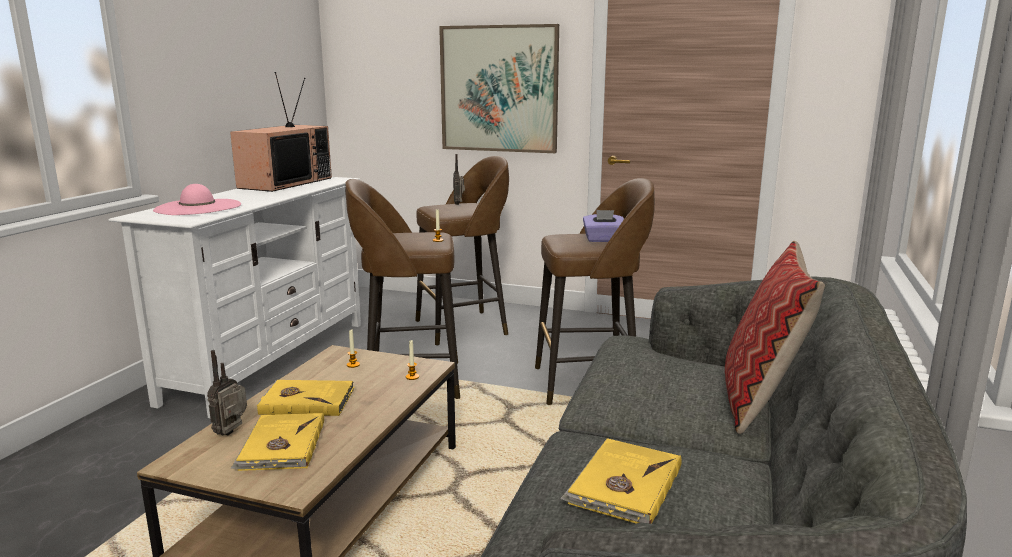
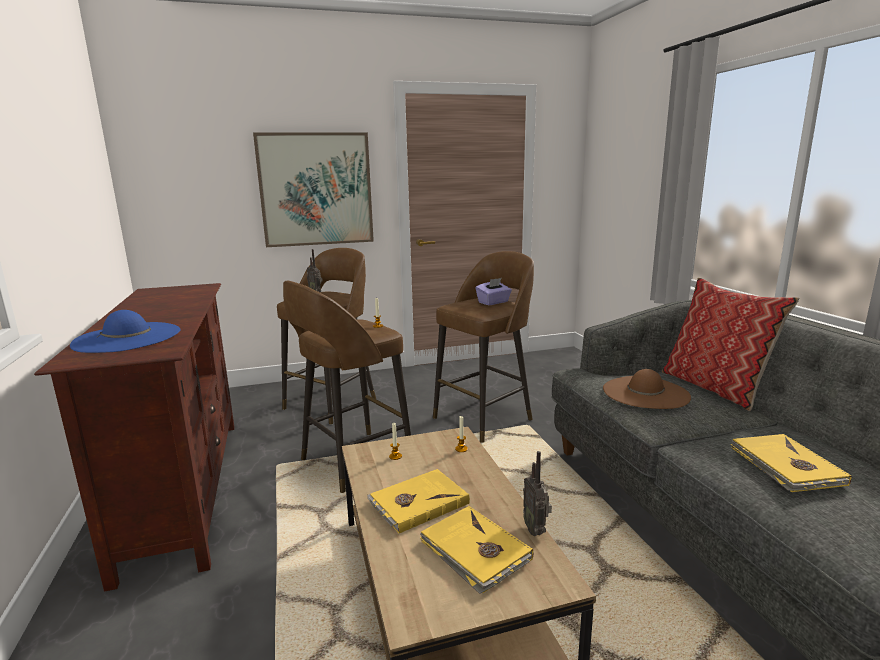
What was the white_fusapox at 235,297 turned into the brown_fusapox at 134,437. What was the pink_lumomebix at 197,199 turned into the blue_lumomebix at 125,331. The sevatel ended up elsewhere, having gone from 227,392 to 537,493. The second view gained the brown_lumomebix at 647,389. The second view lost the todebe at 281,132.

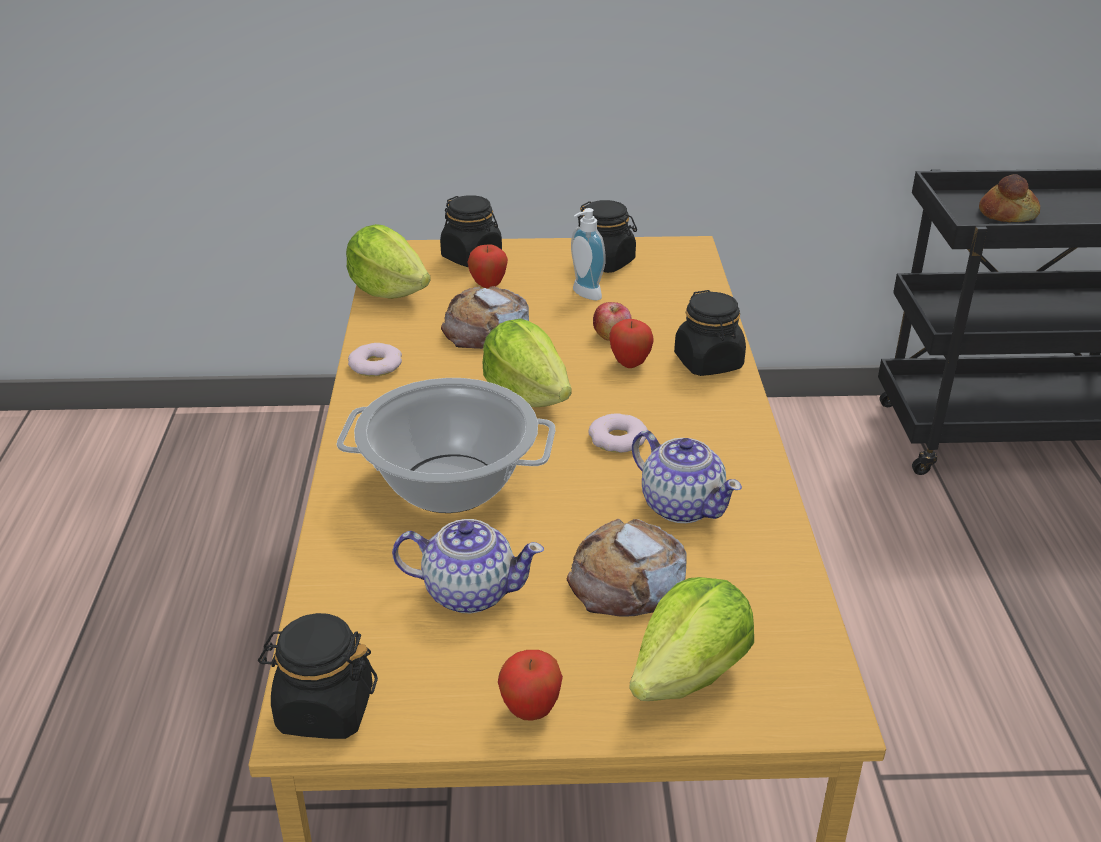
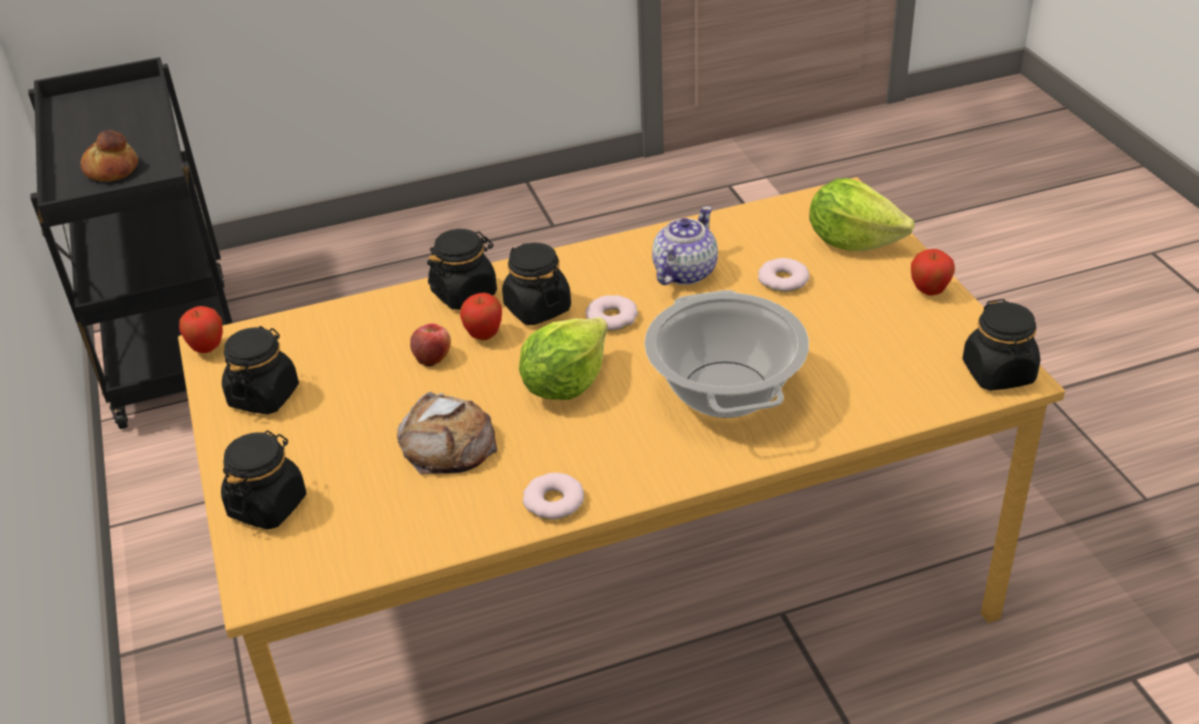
The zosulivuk ended up elsewhere, having gone from 487,266 to 201,329. The second view gained the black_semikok at 536,284. Where the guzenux stood at 627,568, the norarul came to stand at 783,275. The second view lost the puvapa at 388,261. The second view lost the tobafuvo at 468,566. The second view lost the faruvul at 588,254.

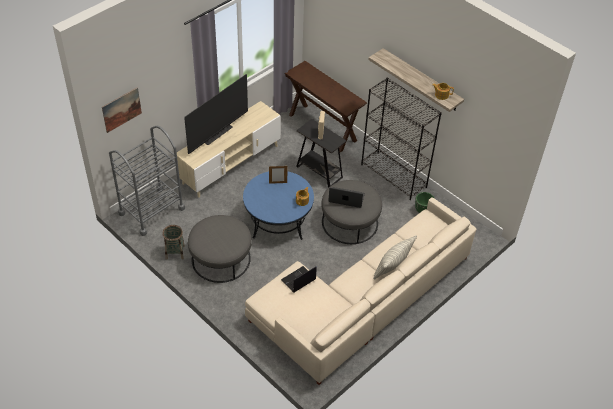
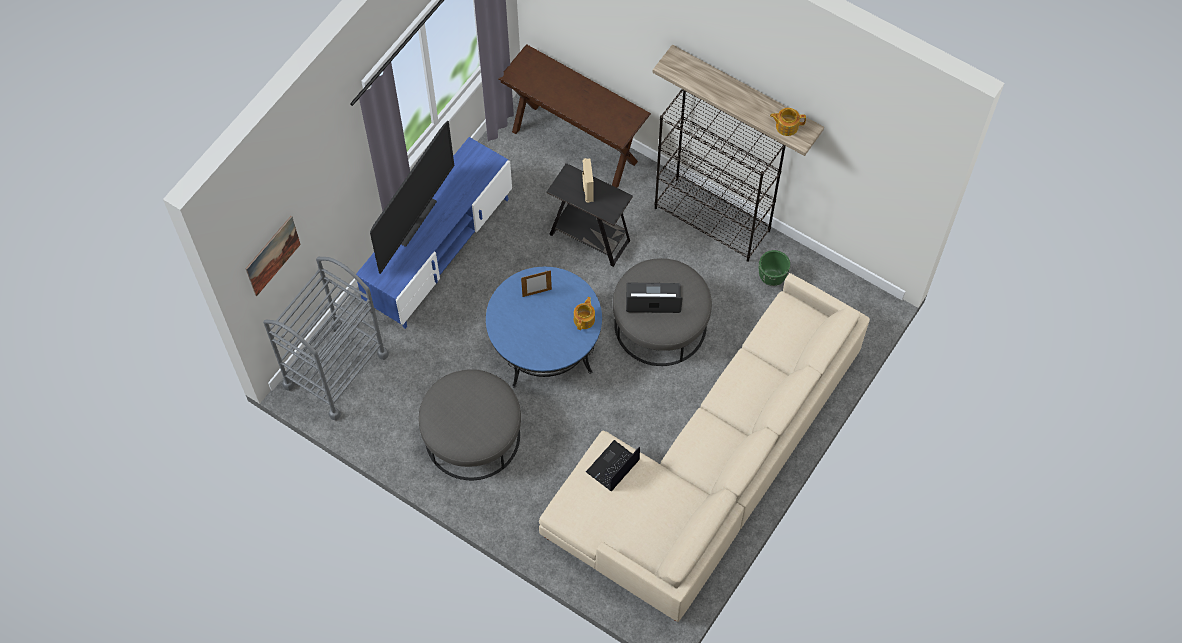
What was the beige_fusapox at 229,149 turned into the blue_fusapox at 434,233. The second view lost the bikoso at 173,242. The second view lost the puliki at 395,257.

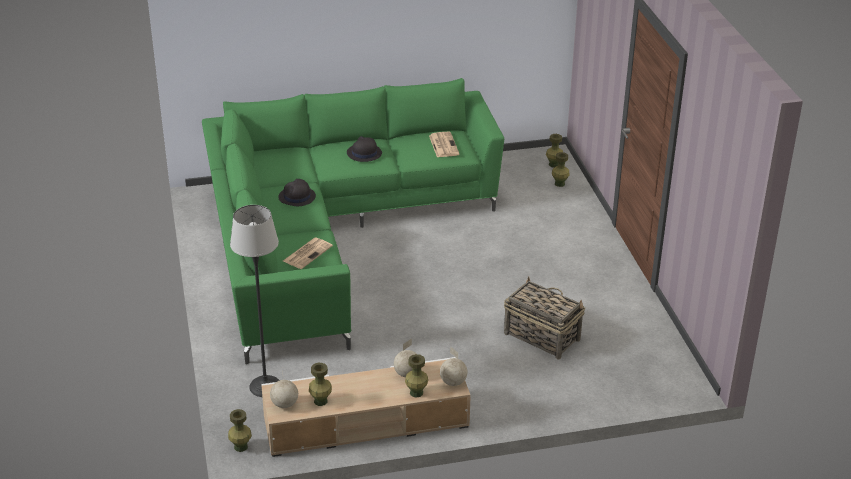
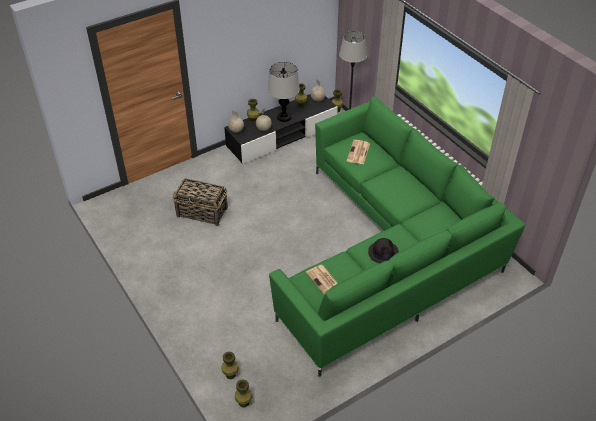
What was the beige_fusapox at 366,407 turned into the black_fusapox at 281,129. The second view gained the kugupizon at 284,92. The second view lost the black_lumomebix at 297,192.

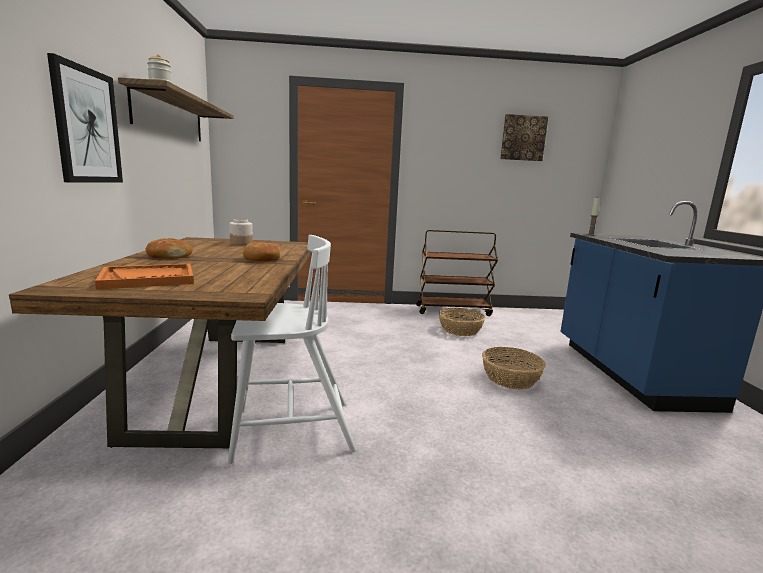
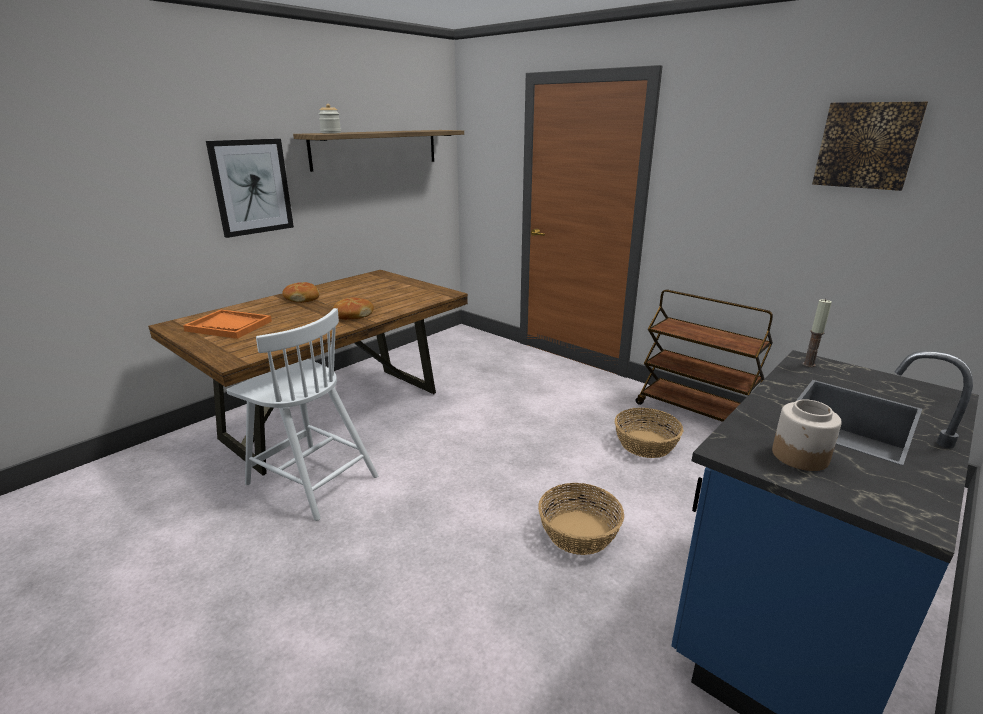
The semikok ended up elsewhere, having gone from 241,232 to 807,435.

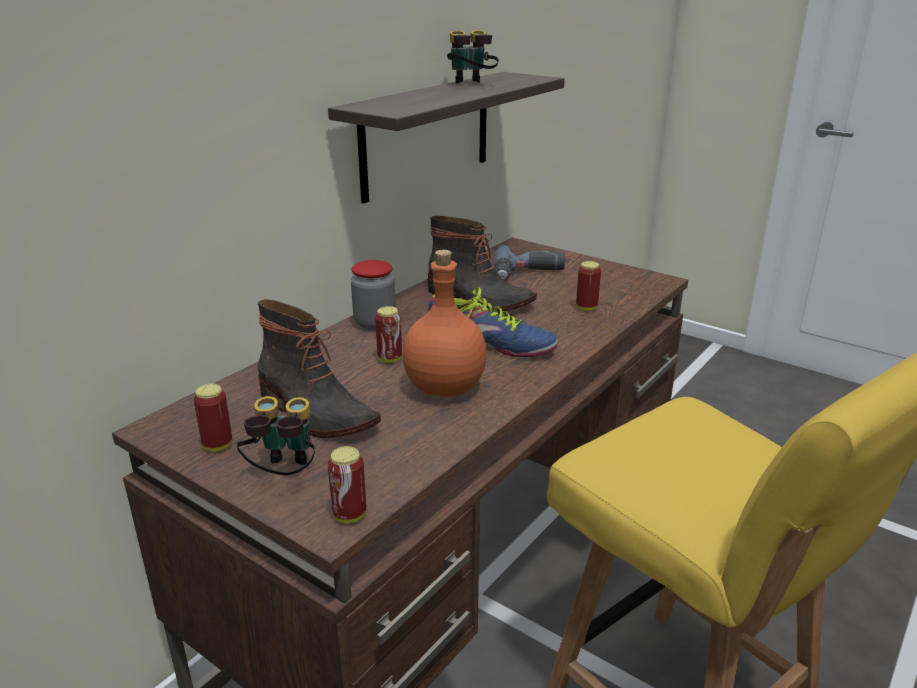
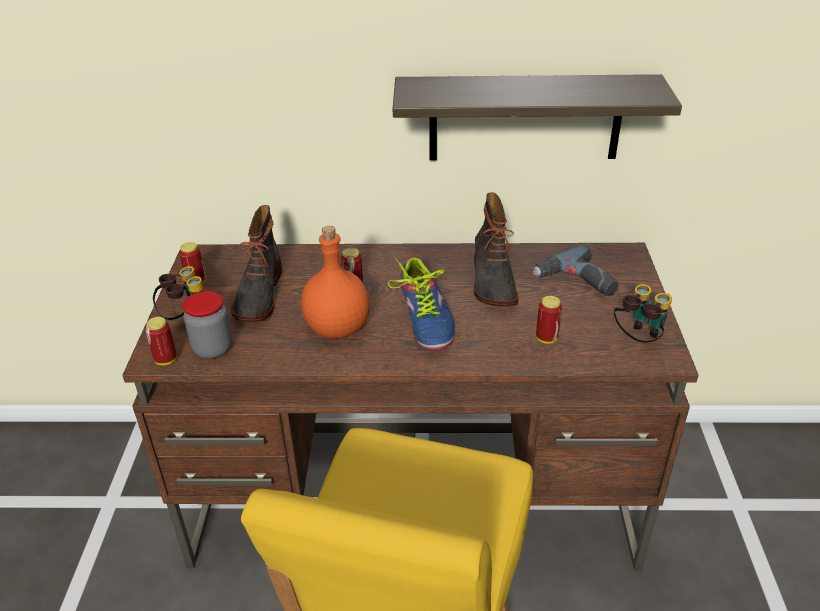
The semikok ended up elsewhere, having gone from 373,295 to 207,325. The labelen ended up elsewhere, having gone from 473,57 to 643,313.

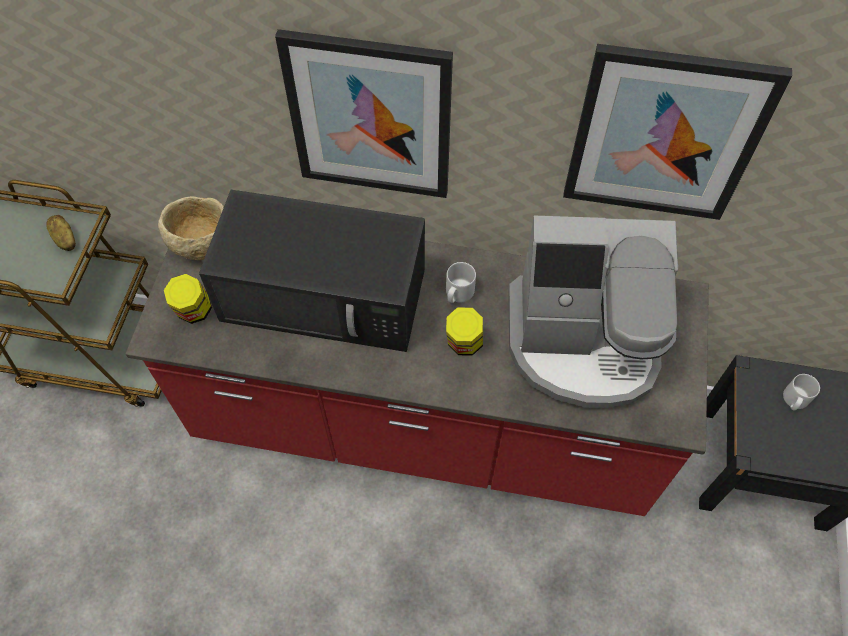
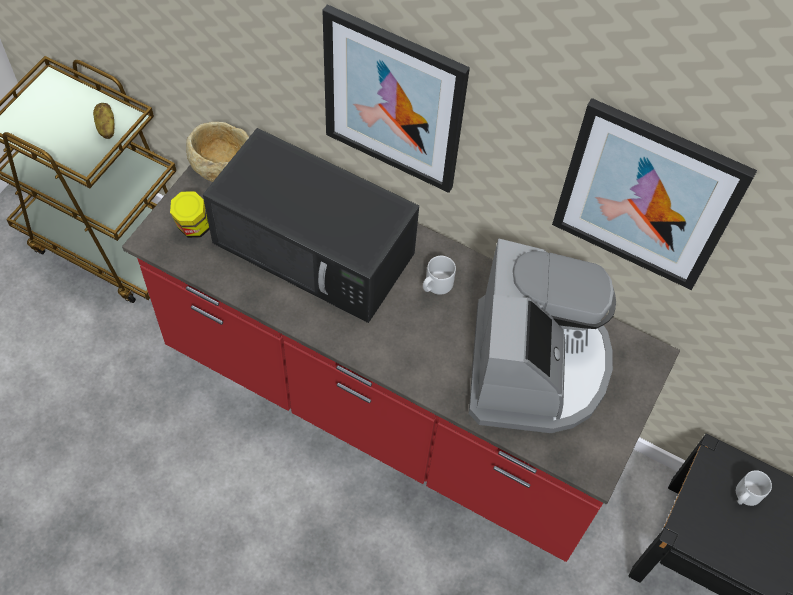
The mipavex at 593,312 ended up facing another way, 105 degrees counterclockwise from before. The second view lost the semikok at 464,331.

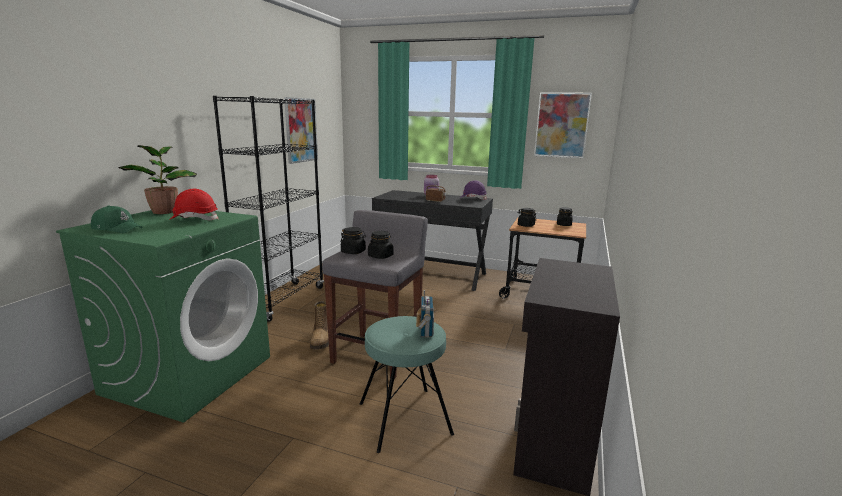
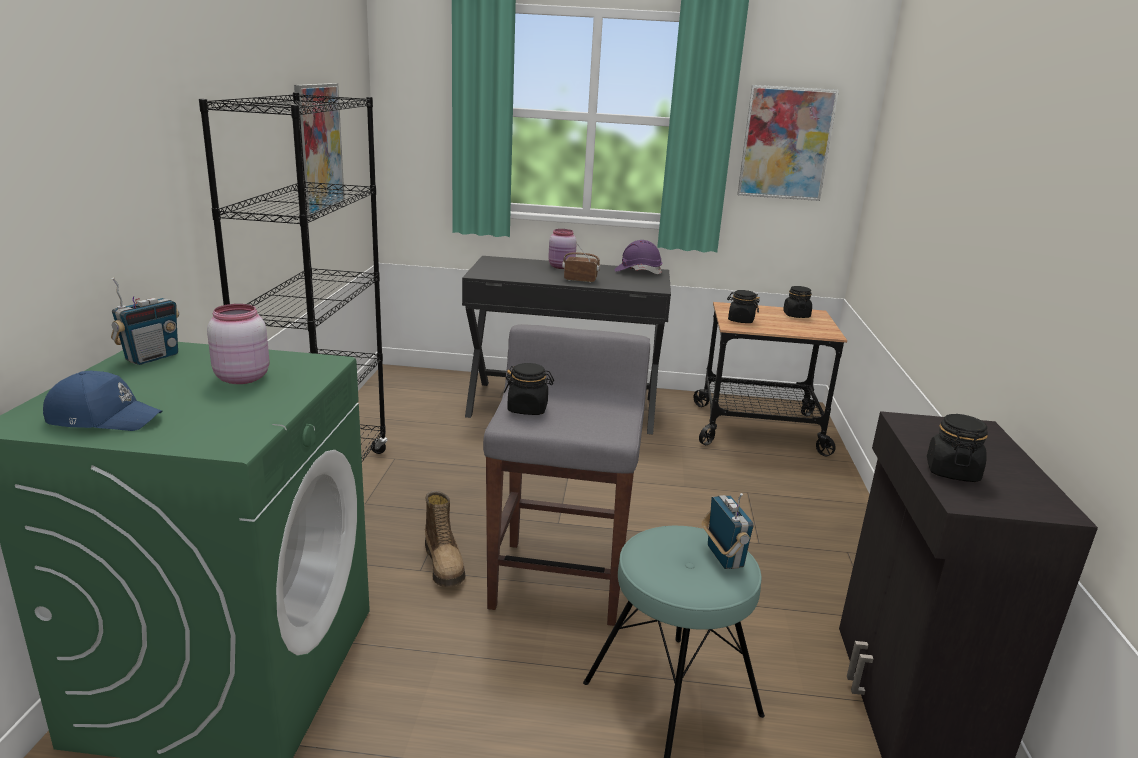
What was the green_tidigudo at 116,219 turned into the blue_tidigudo at 103,401. Where the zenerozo stood at 158,179, the sevatel came to stand at 145,321. Where the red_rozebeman stood at 193,205, the pink_semikok came to stand at 238,344. The black_semikok ended up elsewhere, having gone from 381,245 to 957,448.

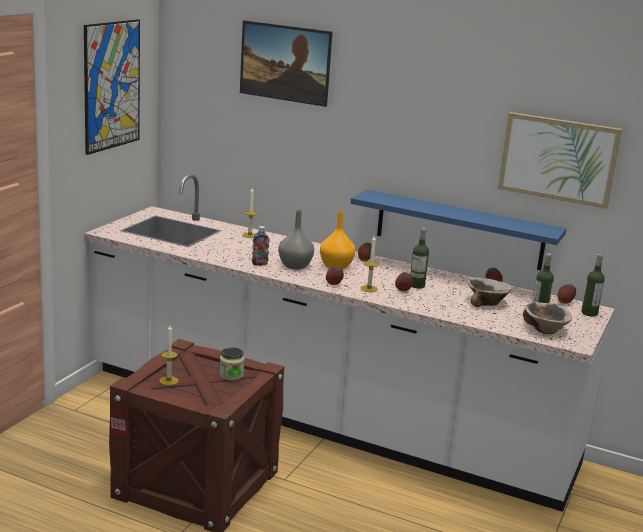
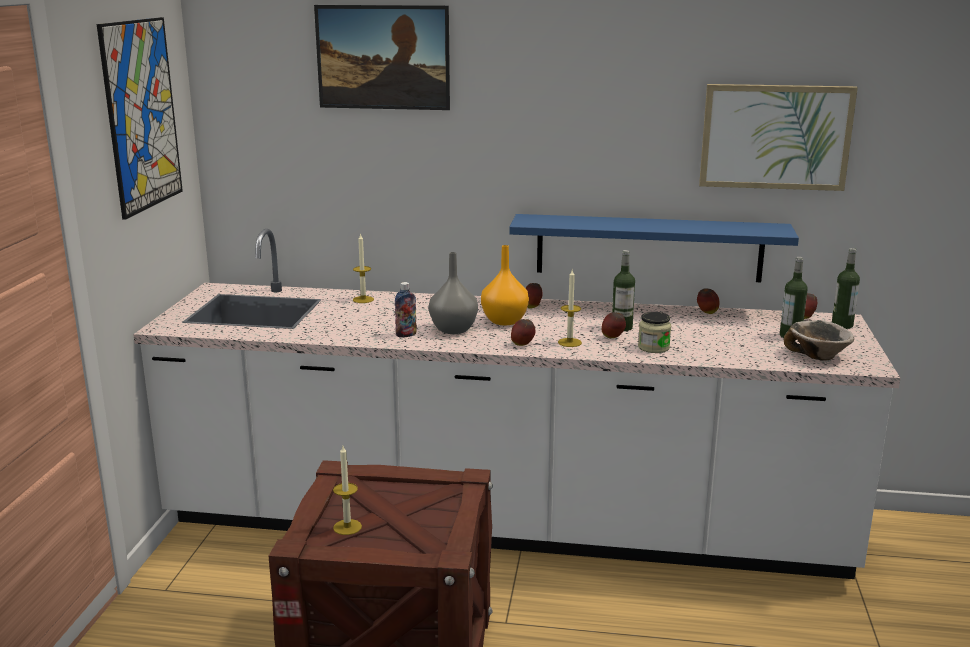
The semikok ended up elsewhere, having gone from 232,364 to 654,332. The second view lost the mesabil at 489,292.

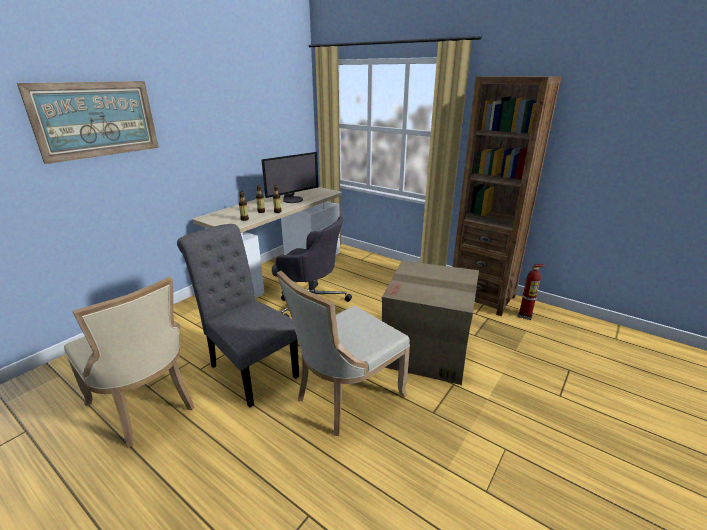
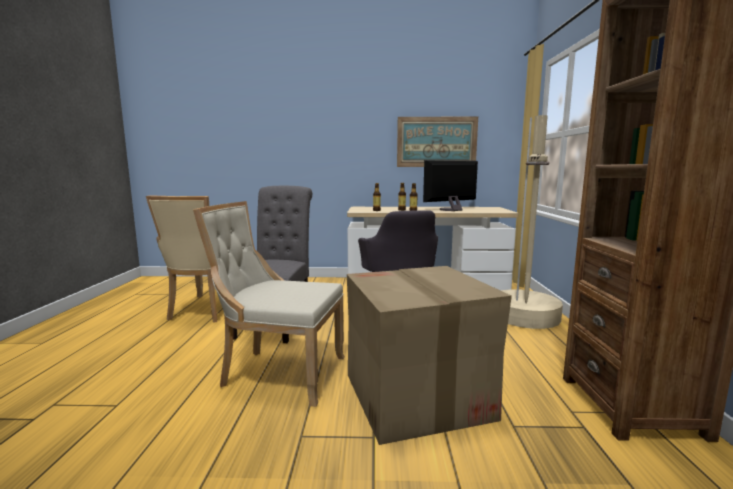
The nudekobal ended up elsewhere, having gone from 88,122 to 437,142. The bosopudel at 290,177 ended up facing another way, 135 degrees clockwise from before. The second view gained the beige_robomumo at 532,222. The second view lost the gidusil at 531,292.

